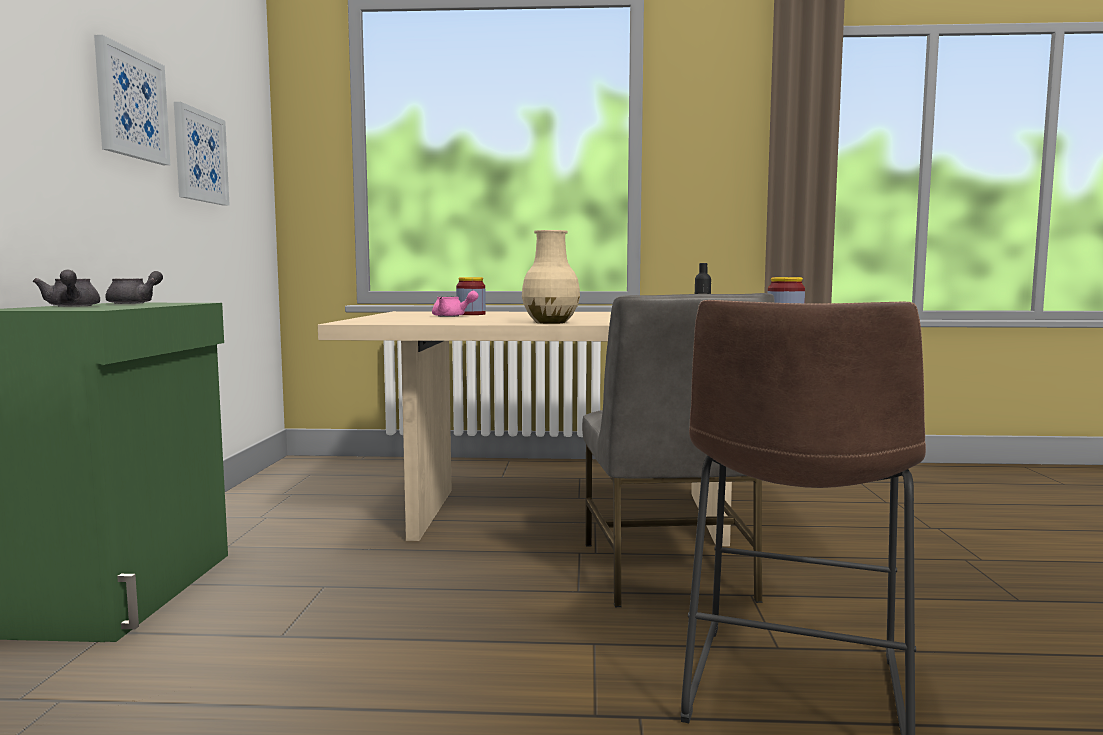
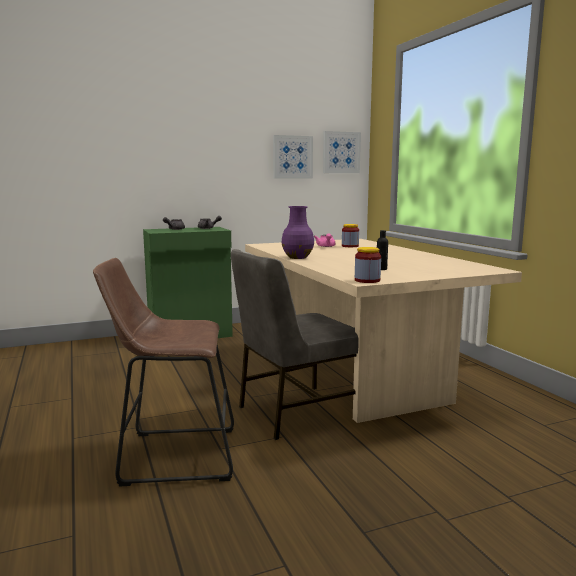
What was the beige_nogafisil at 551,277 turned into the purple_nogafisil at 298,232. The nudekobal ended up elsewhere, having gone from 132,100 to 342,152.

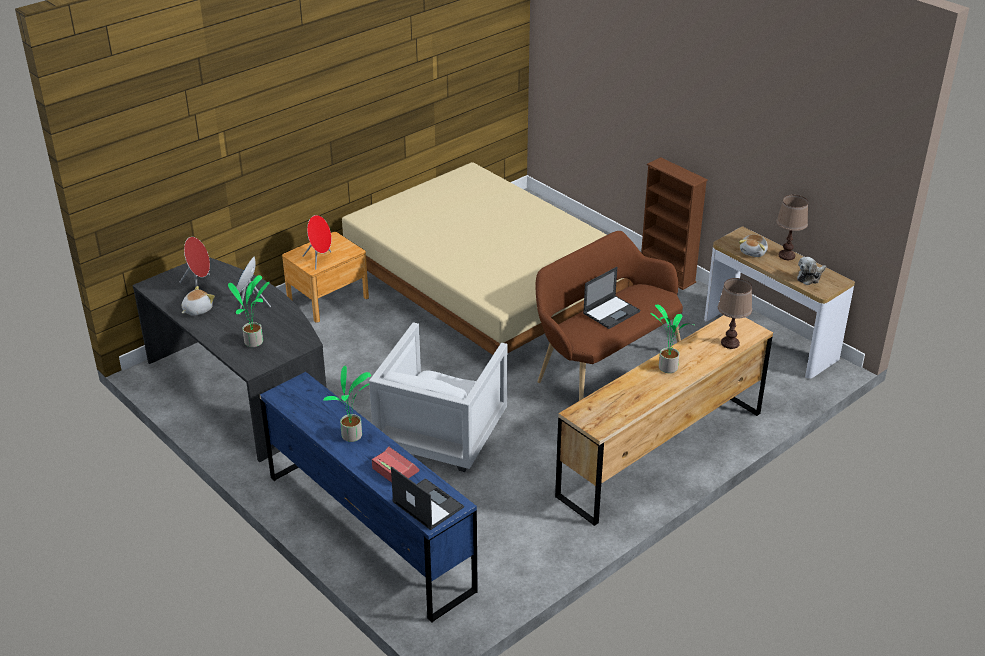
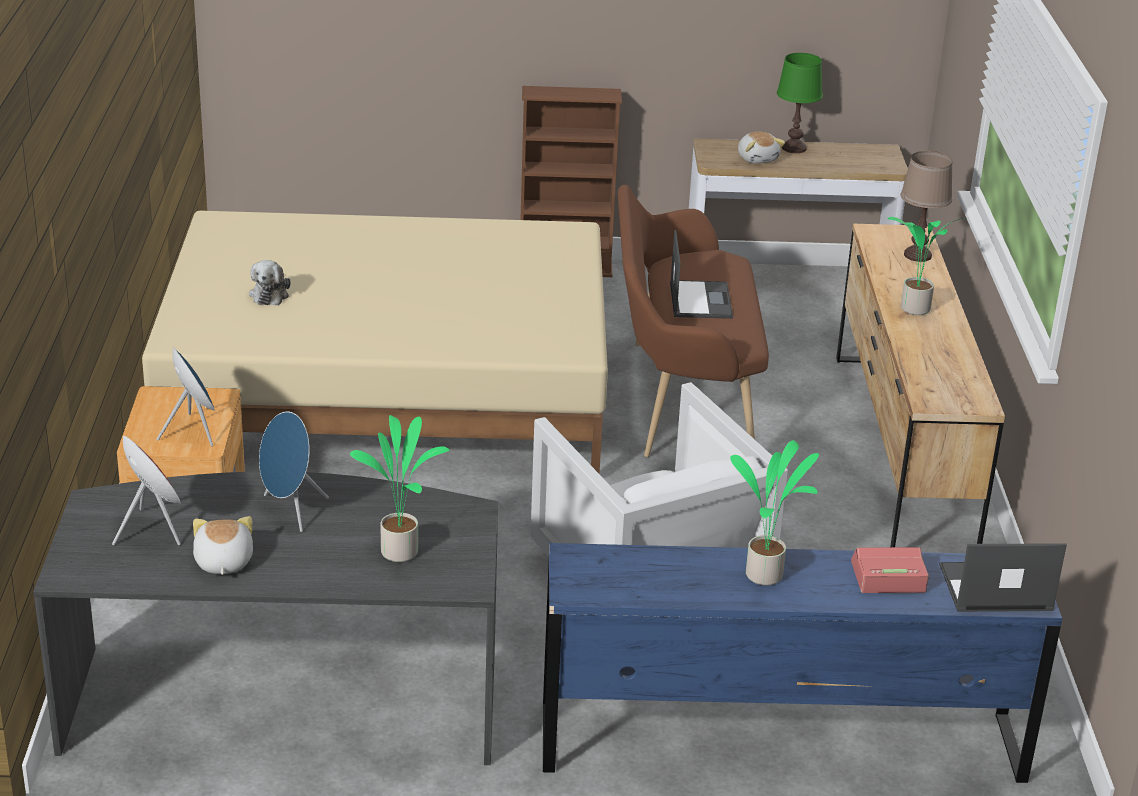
What was the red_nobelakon at 316,242 turned into the blue_nobelakon at 186,396. The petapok ended up elsewhere, having gone from 811,271 to 270,282. What was the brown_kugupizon at 792,227 turned into the green_kugupizon at 800,103.

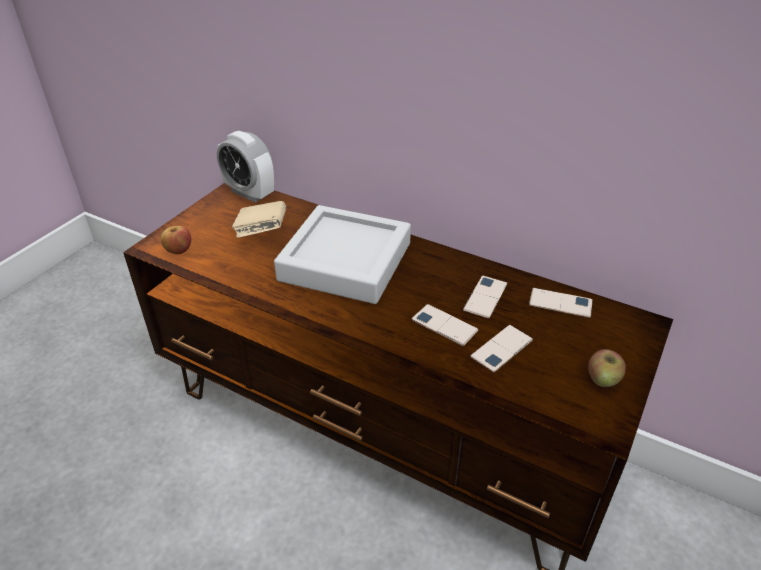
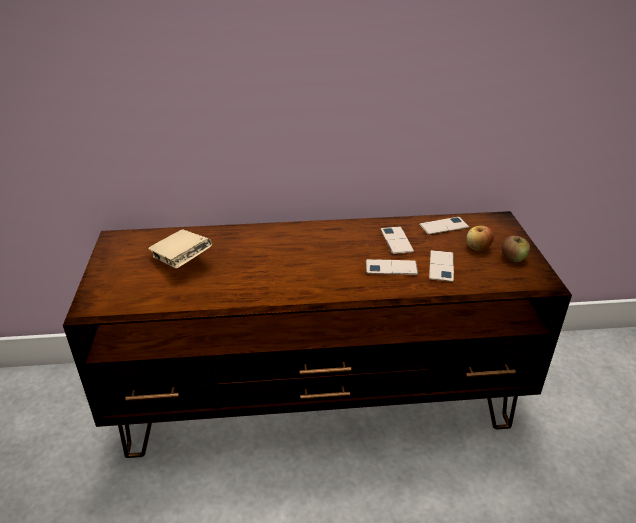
The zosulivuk ended up elsewhere, having gone from 176,240 to 480,238. The second view lost the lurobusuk at 245,167. The second view lost the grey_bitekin at 342,254.

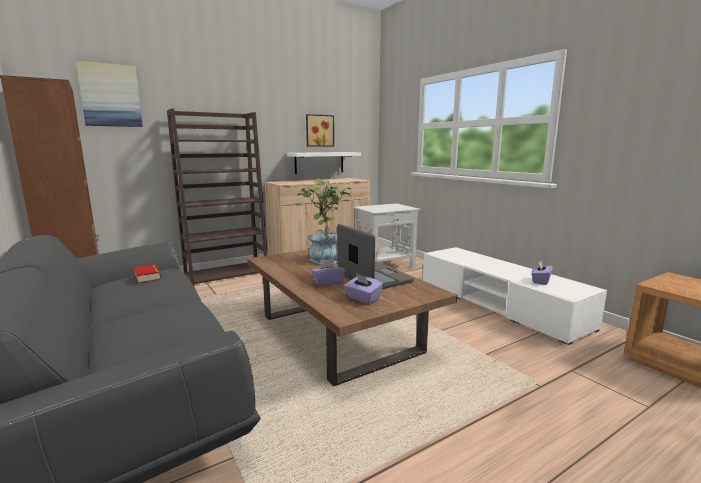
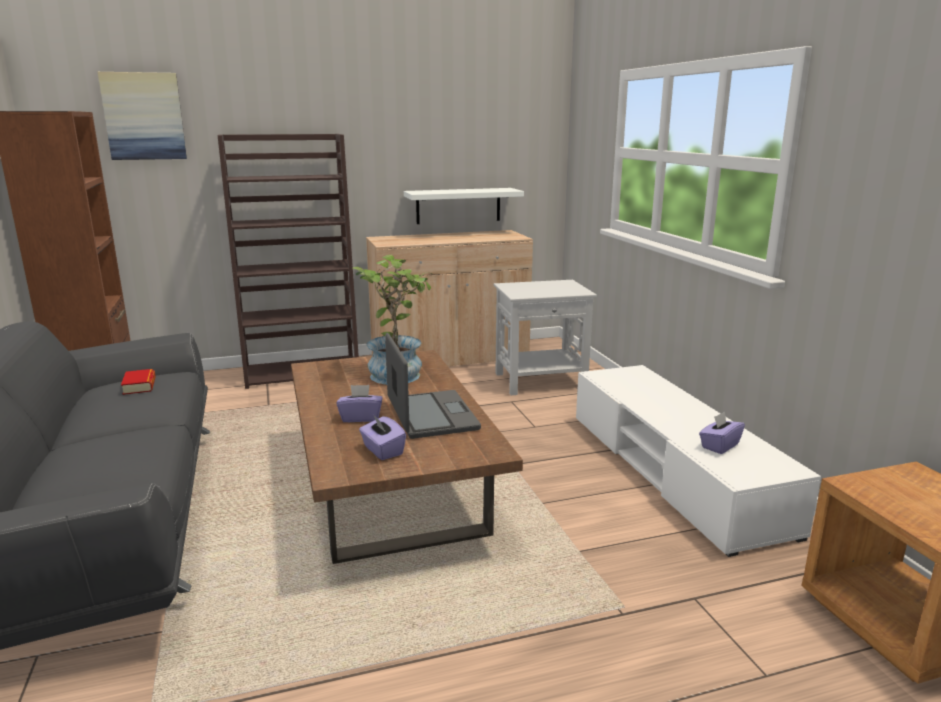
The second view lost the nudekobal at 320,130.

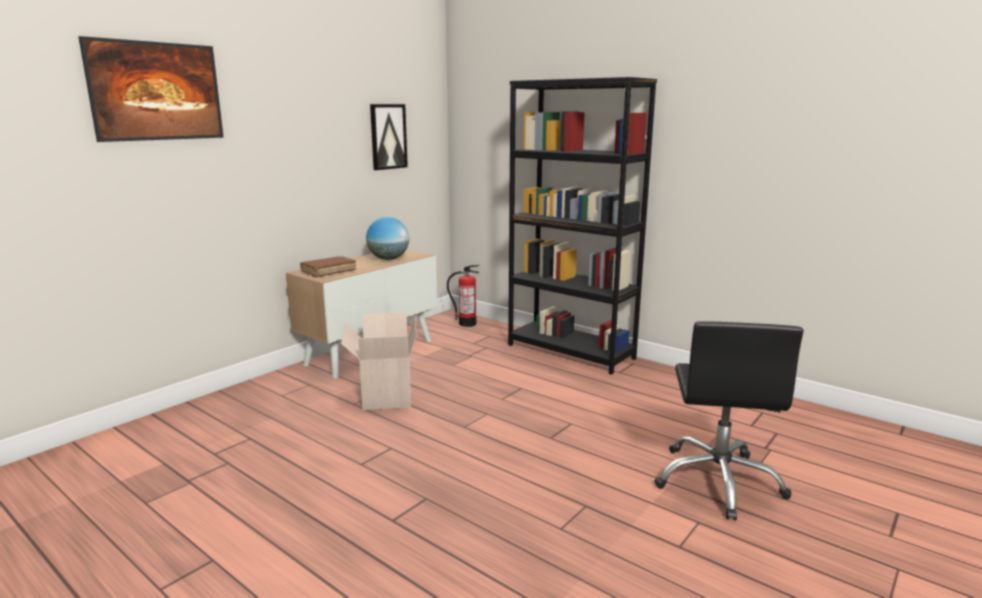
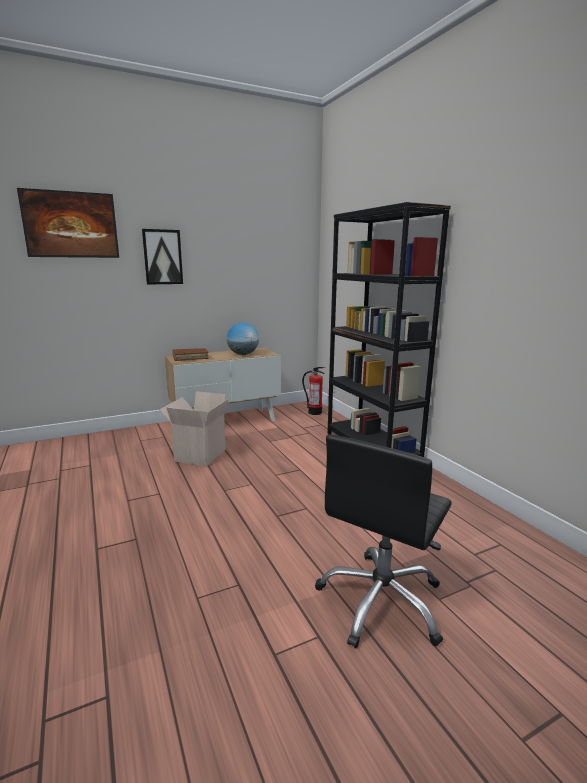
The nudekobal ended up elsewhere, having gone from 389,137 to 162,257.

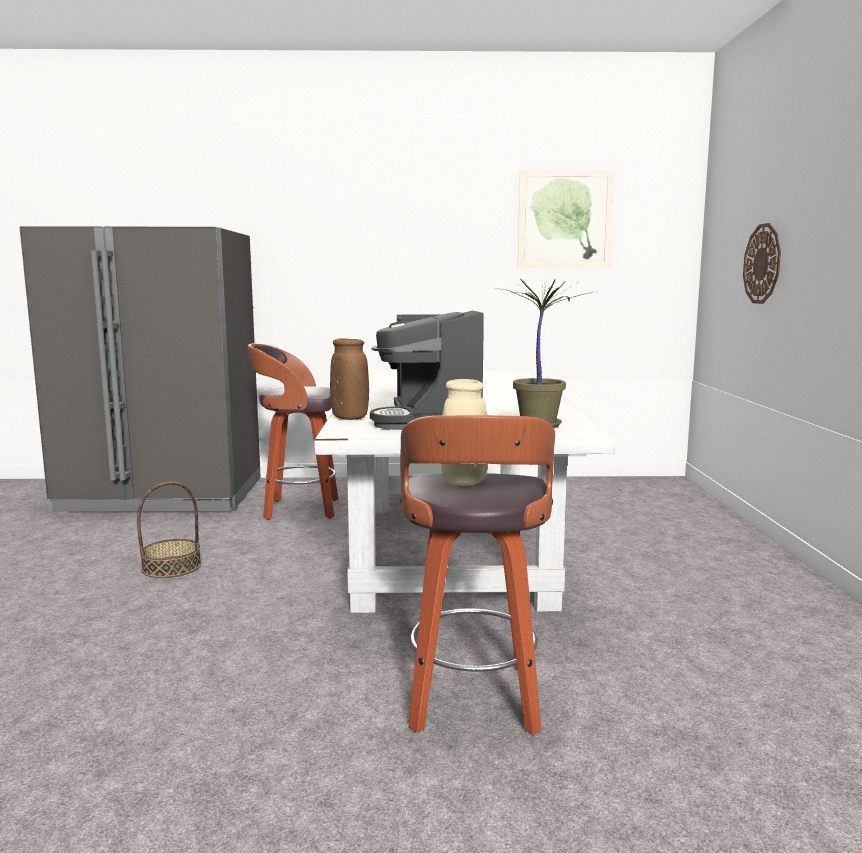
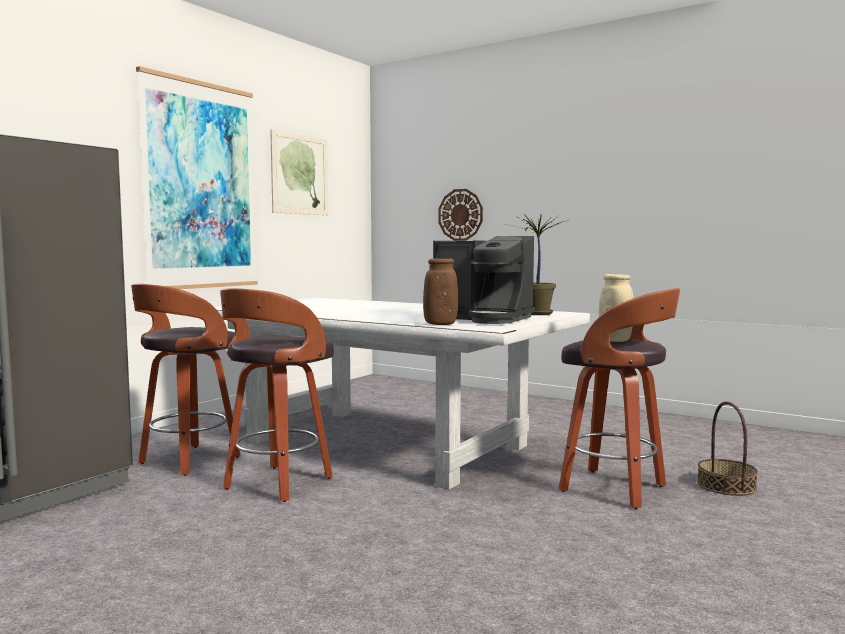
The second view gained the nudekobal at 197,177. The second view gained the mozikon at 277,395. The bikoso ended up elsewhere, having gone from 169,529 to 727,448.

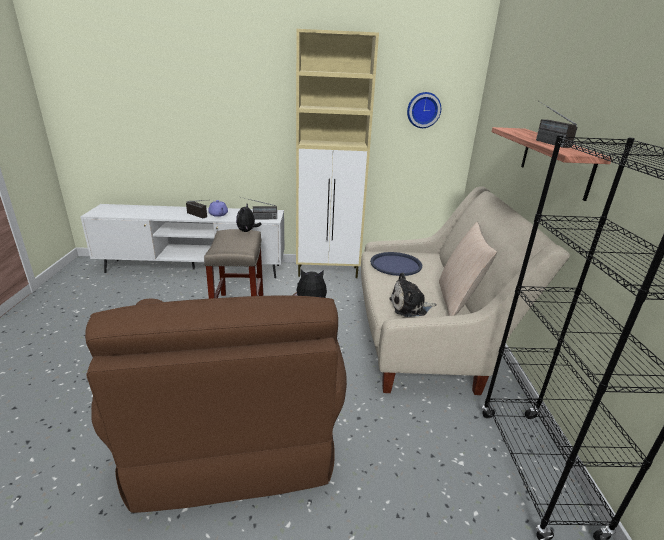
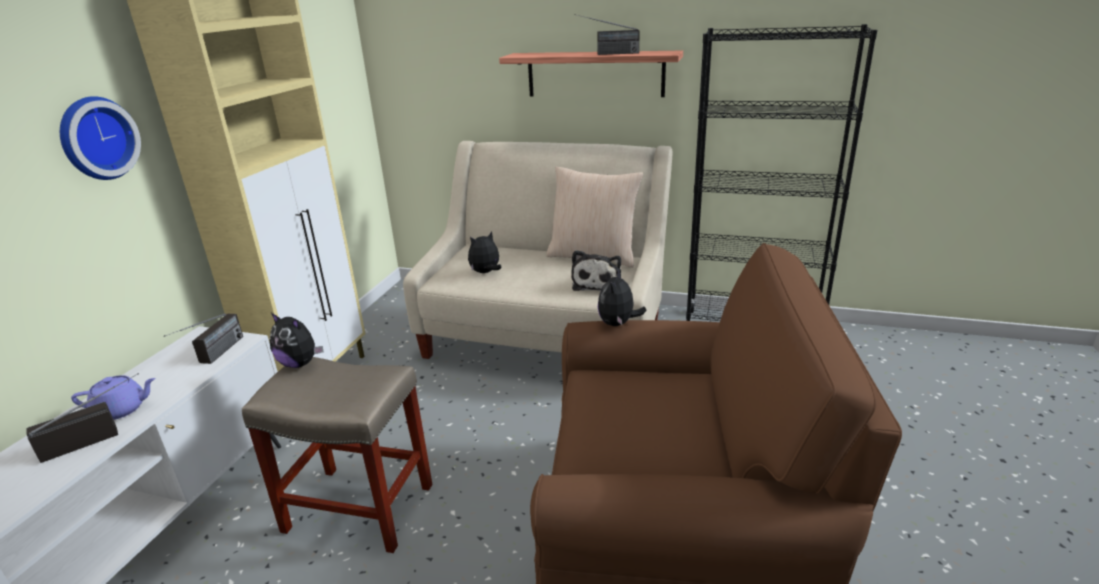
The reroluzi ended up elsewhere, having gone from 424,110 to 100,138. Where the blue_bitekin stood at 396,264, the petapok came to stand at 485,252.

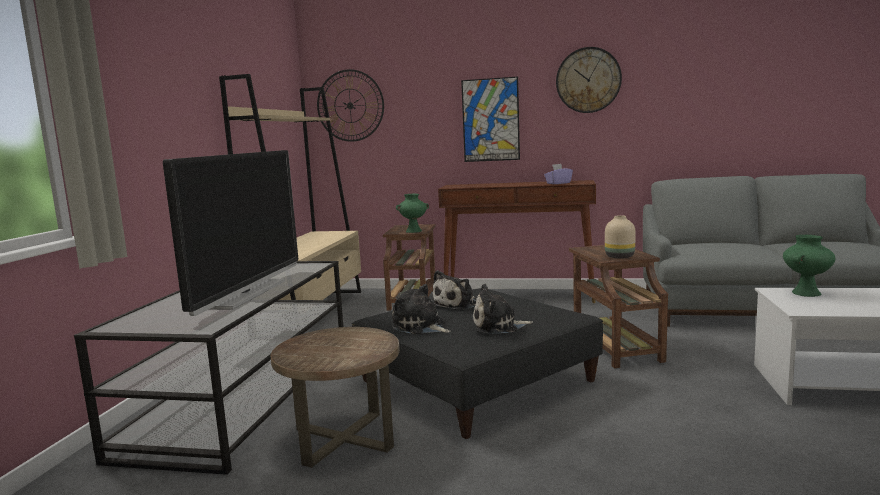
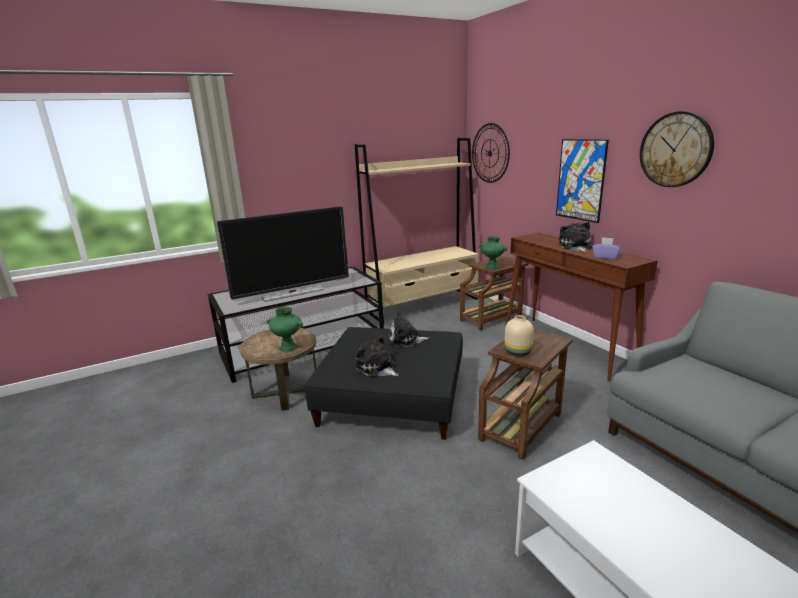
The green_nogafisil ended up elsewhere, having gone from 809,266 to 285,329. The petapok ended up elsewhere, having gone from 421,309 to 575,237.

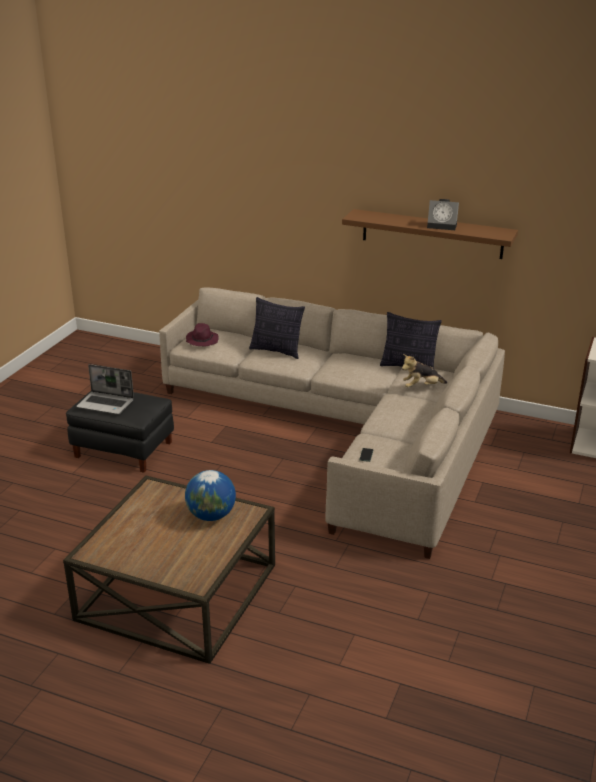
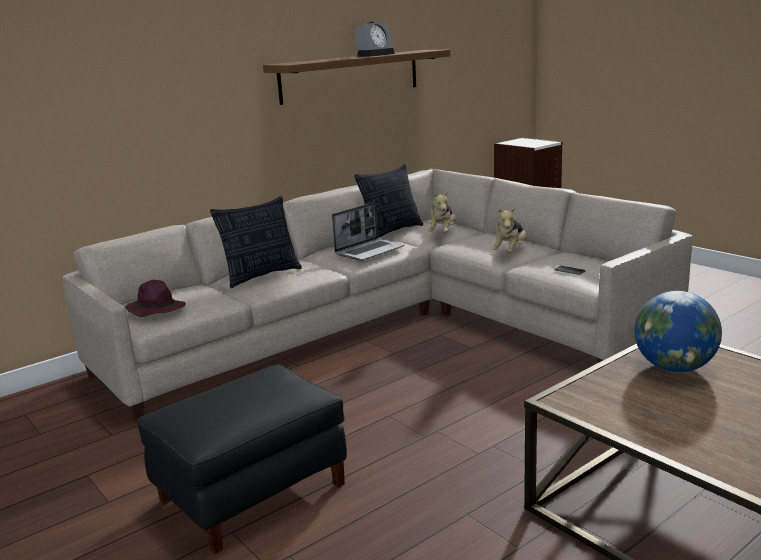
The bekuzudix ended up elsewhere, having gone from 105,389 to 368,231. The second view gained the petapok at 509,229.

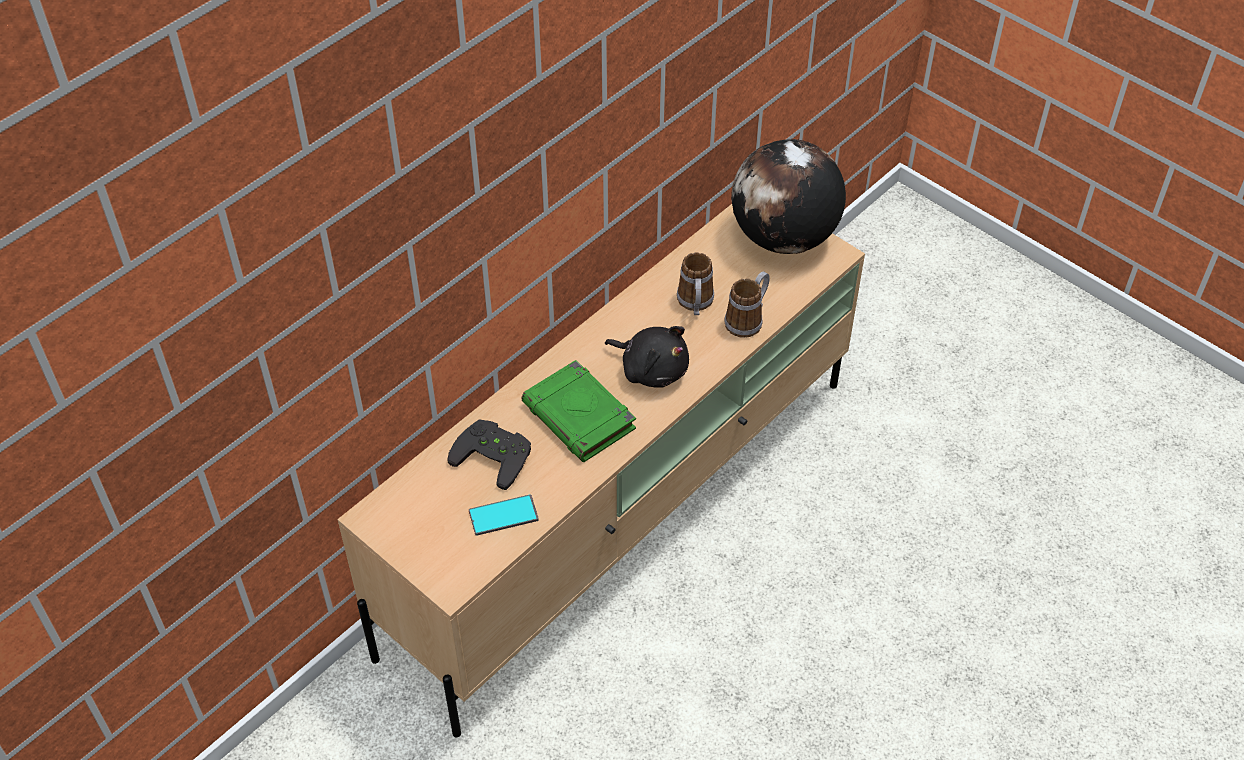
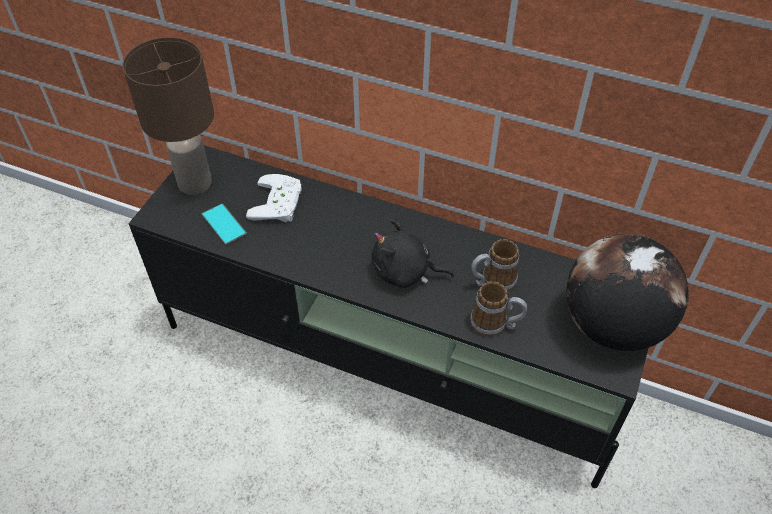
The second view gained the brown_kugupizon at 168,116. What was the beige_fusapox at 601,470 turned into the black_fusapox at 388,316. What was the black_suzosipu at 489,454 turned into the white_suzosipu at 274,198. The black_petapok at 647,357 ended up facing another way, 90 degrees clockwise from before. The second view lost the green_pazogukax at 578,411.

